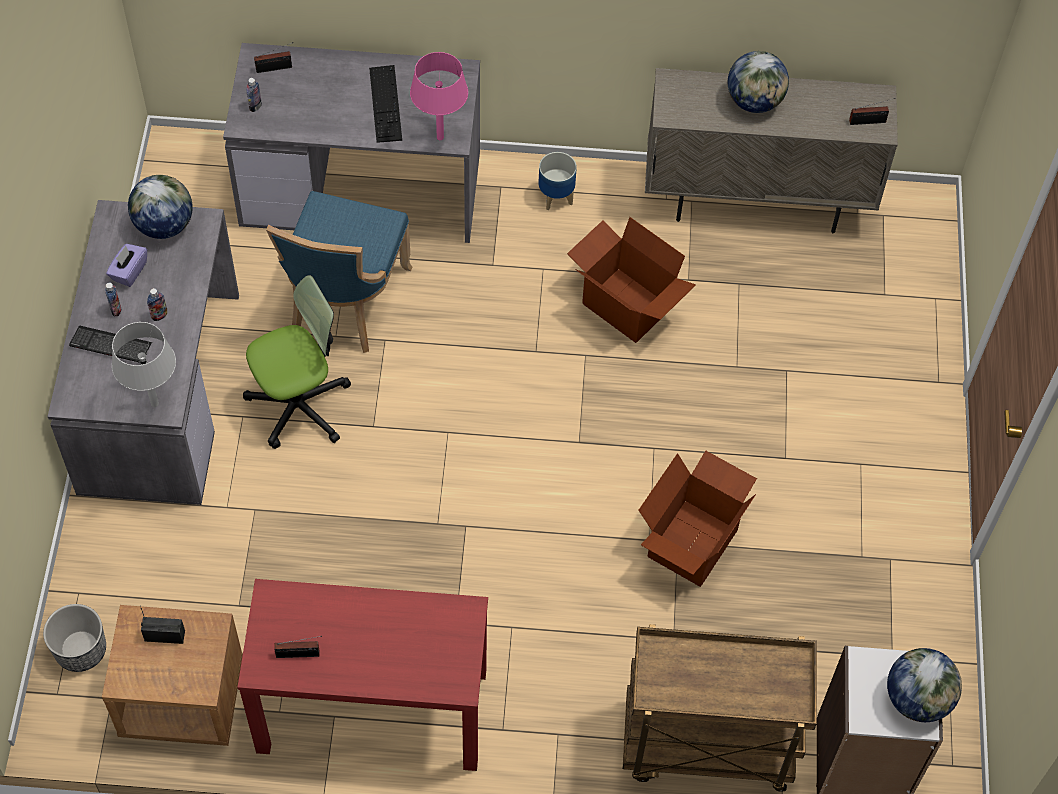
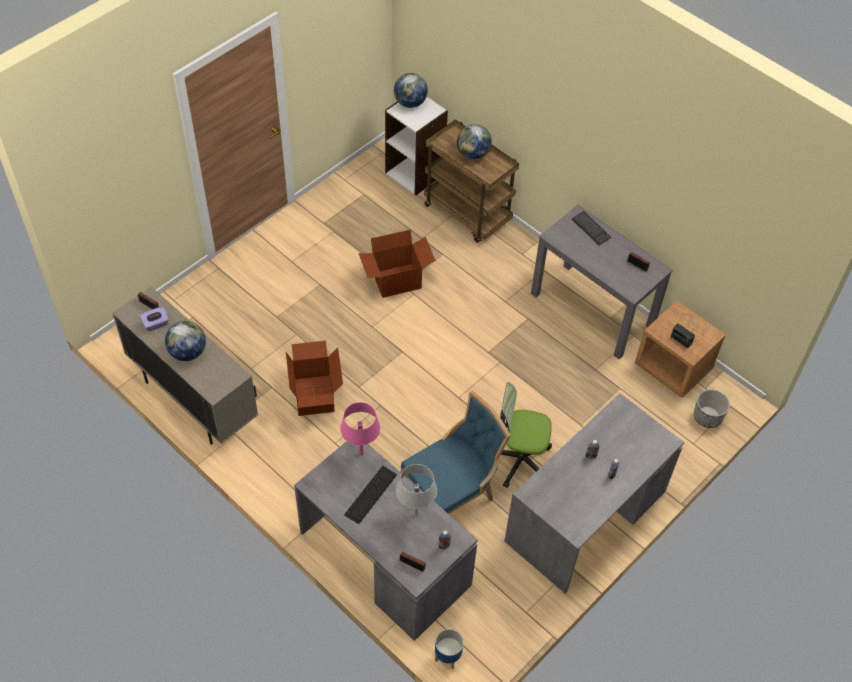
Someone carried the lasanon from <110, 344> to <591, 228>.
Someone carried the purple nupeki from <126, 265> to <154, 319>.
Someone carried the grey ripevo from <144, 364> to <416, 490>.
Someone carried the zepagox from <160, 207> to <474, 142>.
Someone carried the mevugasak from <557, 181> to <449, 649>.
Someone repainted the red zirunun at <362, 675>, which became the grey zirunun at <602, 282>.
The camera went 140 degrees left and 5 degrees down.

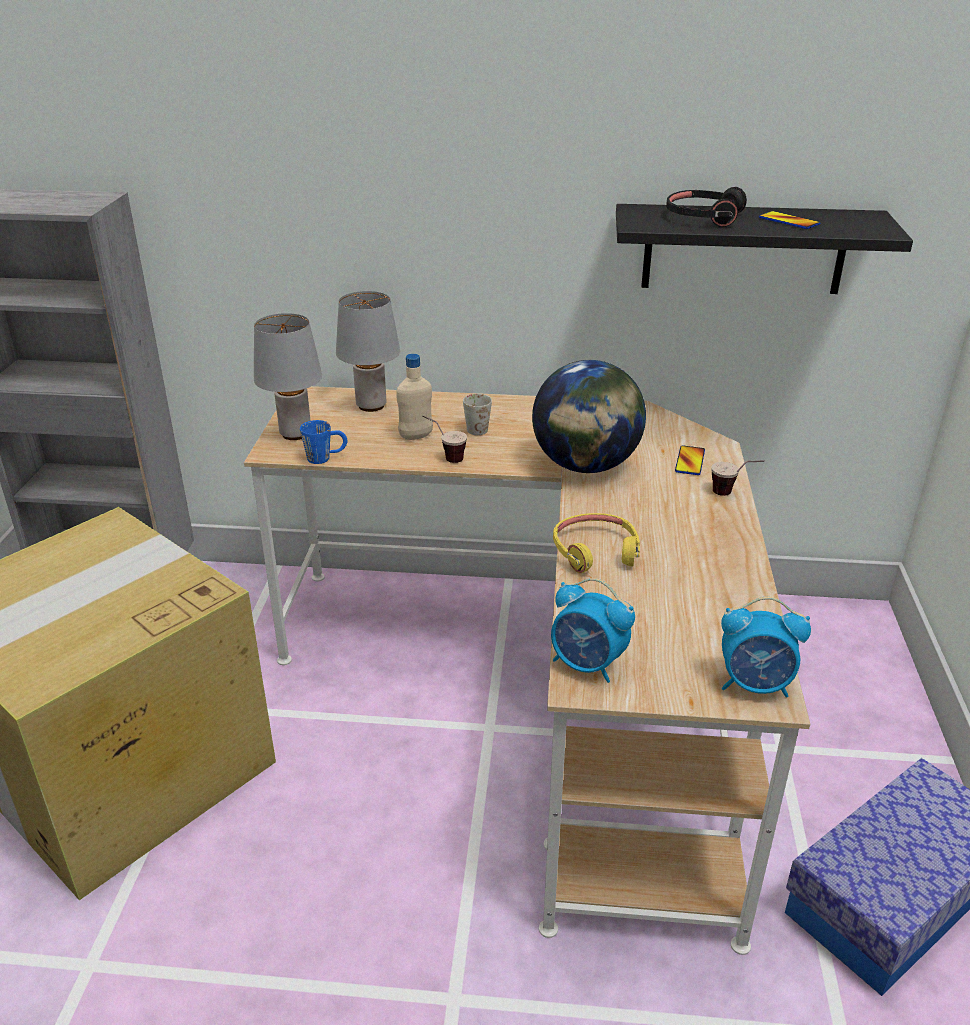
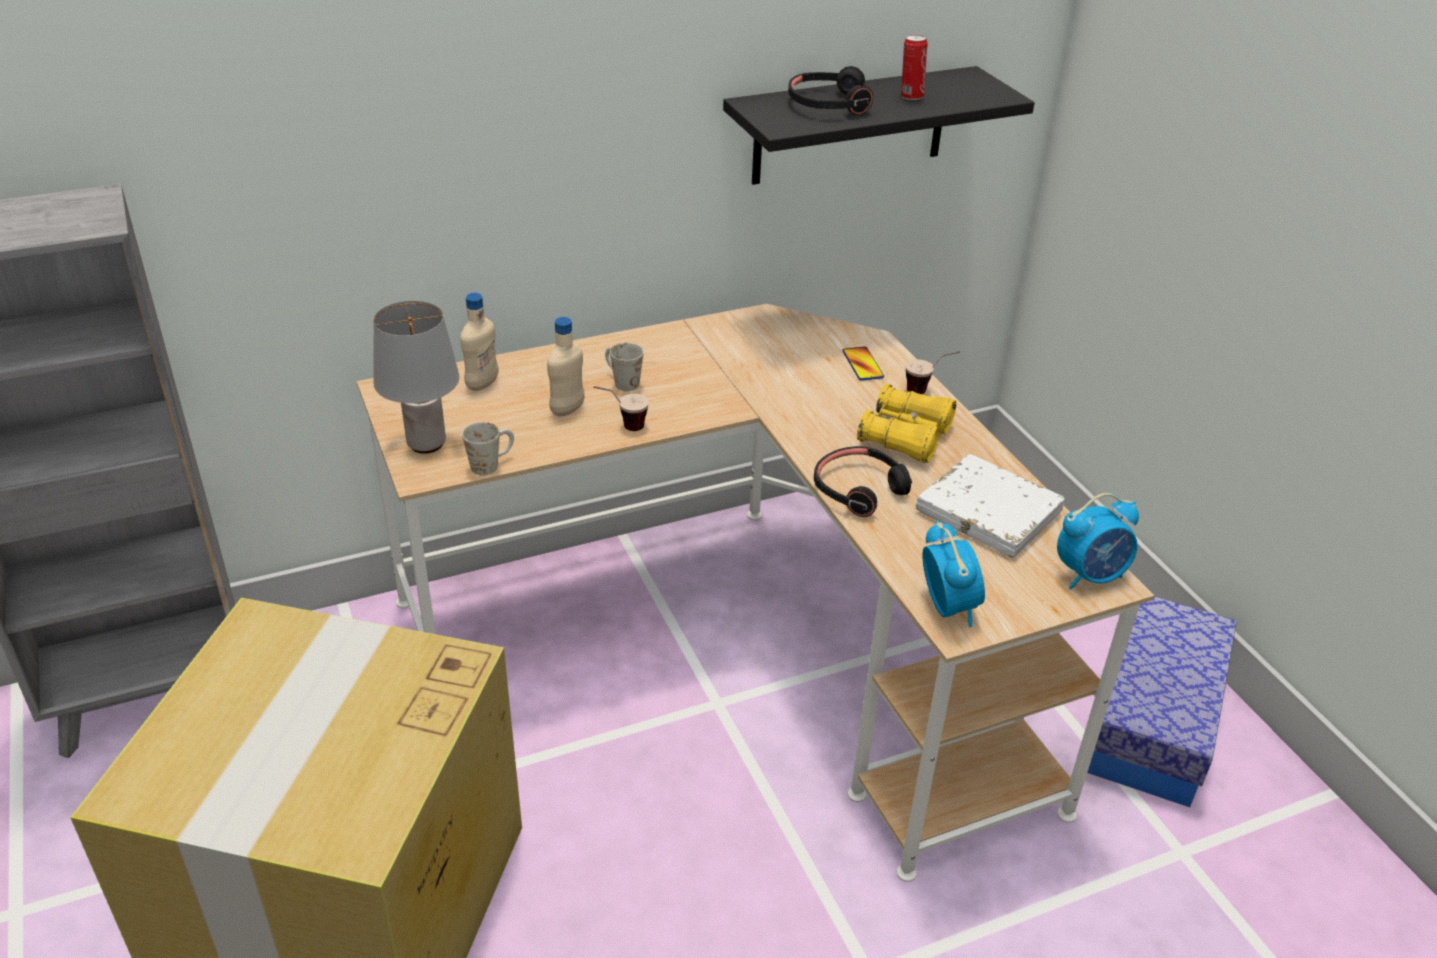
Someone took away the zepagox at <589, 416>.
Someone put down the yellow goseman at <906, 423>.
Someone put down the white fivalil at <990, 506>.
Someone swapped the grey ripevo at <368, 351> for the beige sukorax at <479, 342>.
Someone swapped the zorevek at <789, 220> for the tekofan at <914, 67>.
Someone repainted the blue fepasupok at <324, 442>, which became the white fepasupok at <488, 448>.
Someone repainted the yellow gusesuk at <596, 543>, which became the black gusesuk at <863, 481>.
Someone rotated the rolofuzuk at <593, 630> by 105 degrees counterclockwise.
The camera went 30 degrees left and 5 degrees up.

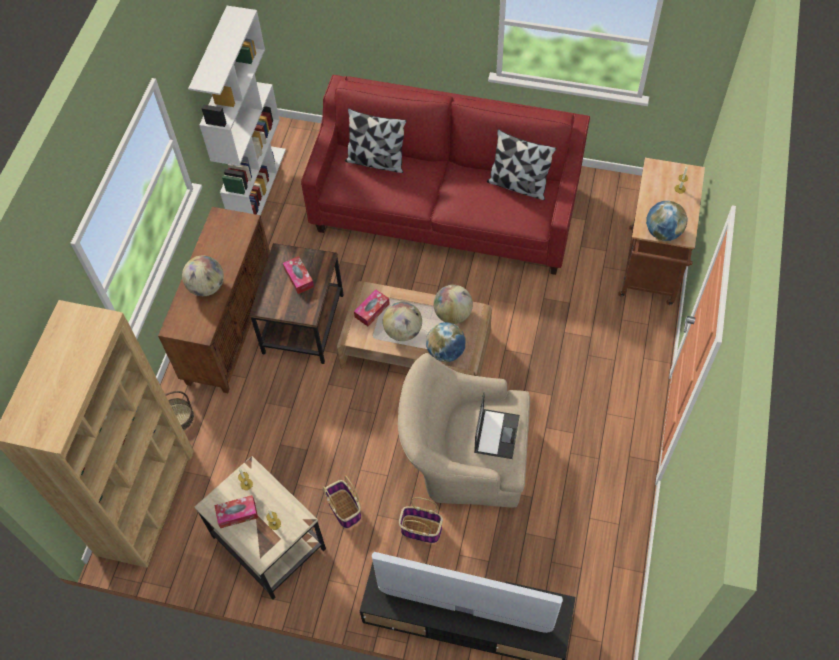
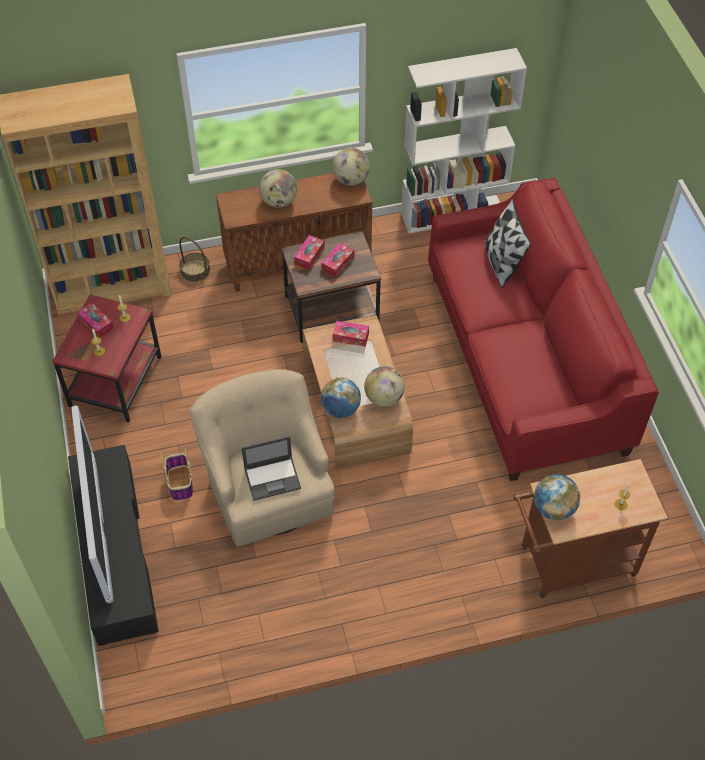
Someone took away the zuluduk at <342, 502>.
Someone took away the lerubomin at <521, 164>.
Someone put down the nupeki at <309, 252>.
Someone carried the zepagox from <402, 321> to <351, 167>.
Someone repainted the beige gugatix at <260, 527>, which became the red gugatix at <107, 358>.
The camera went 60 degrees right and 5 degrees down.

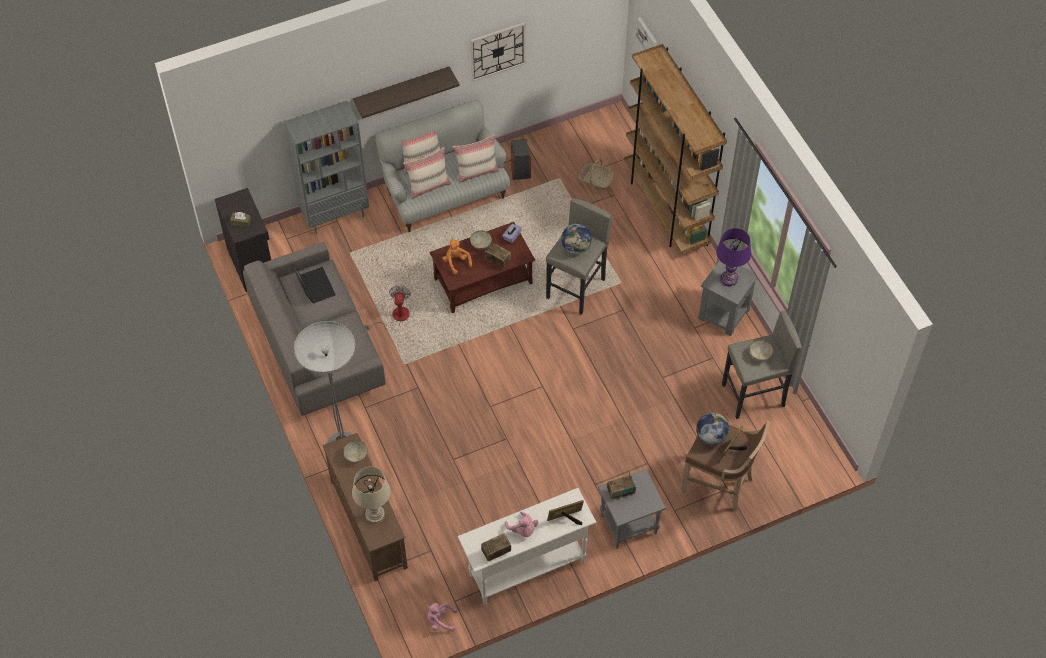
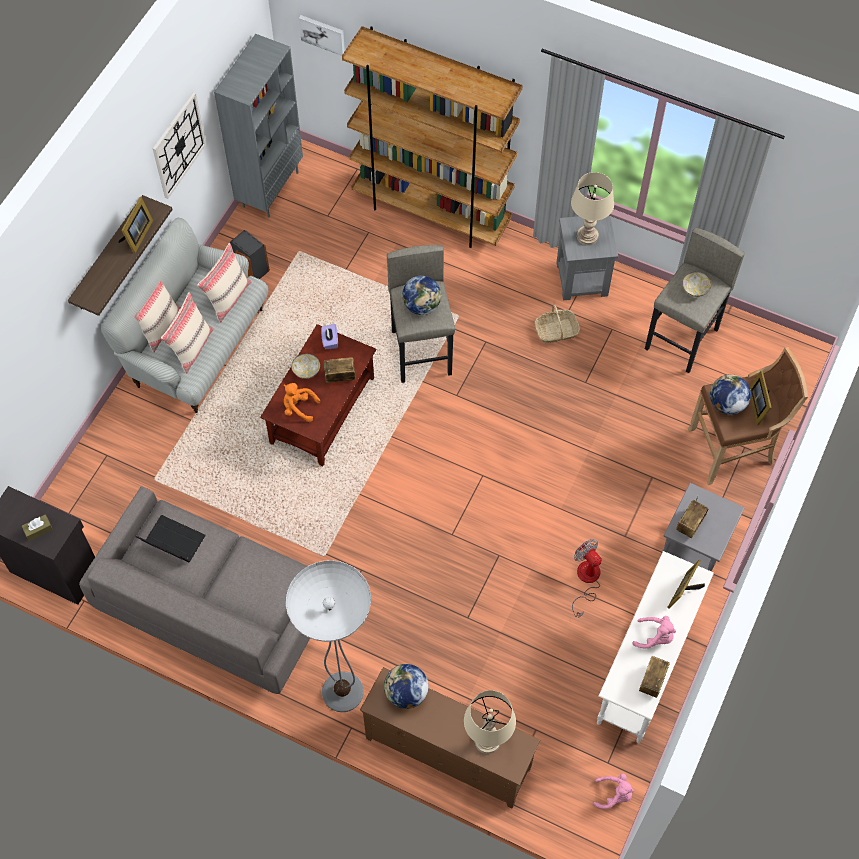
Someone put down the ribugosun at <135, 225>.
Someone carried the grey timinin from <326, 167> to <258, 126>.
Someone carried the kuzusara from <387, 307> to <587, 578>.
Someone carried the zuluduk from <596, 174> to <557, 324>.
Someone swapped the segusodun at <355, 451> for the zepagox at <406, 686>.
Someone repainted the purple ripevo at <733, 257>, which became the beige ripevo at <592, 209>.
Someone rotated the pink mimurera at <442, 617> by 135 degrees counterclockwise.
The camera went 40 degrees left and 5 degrees up.

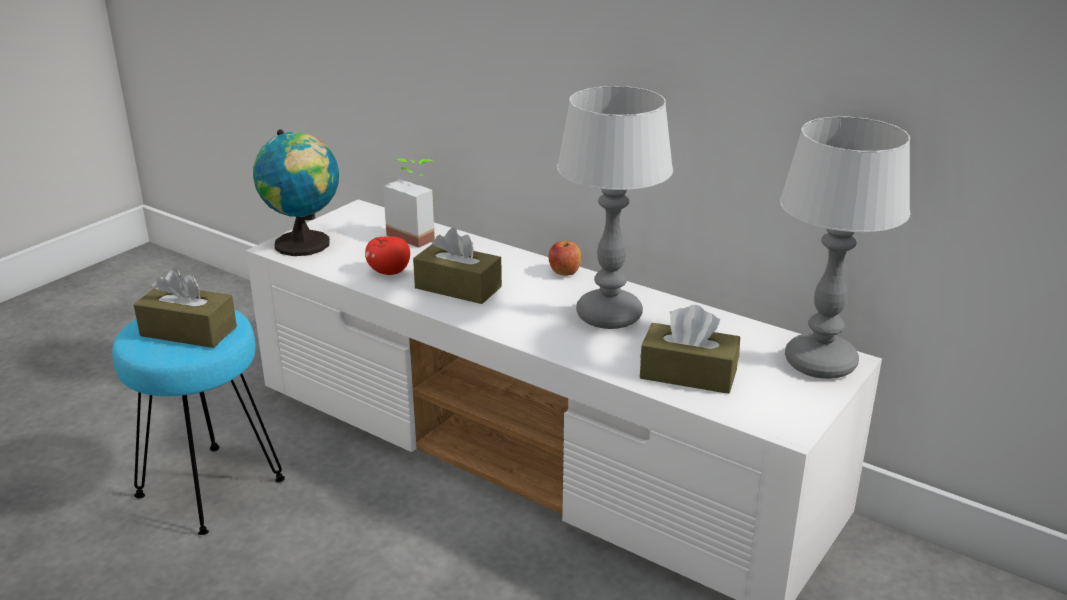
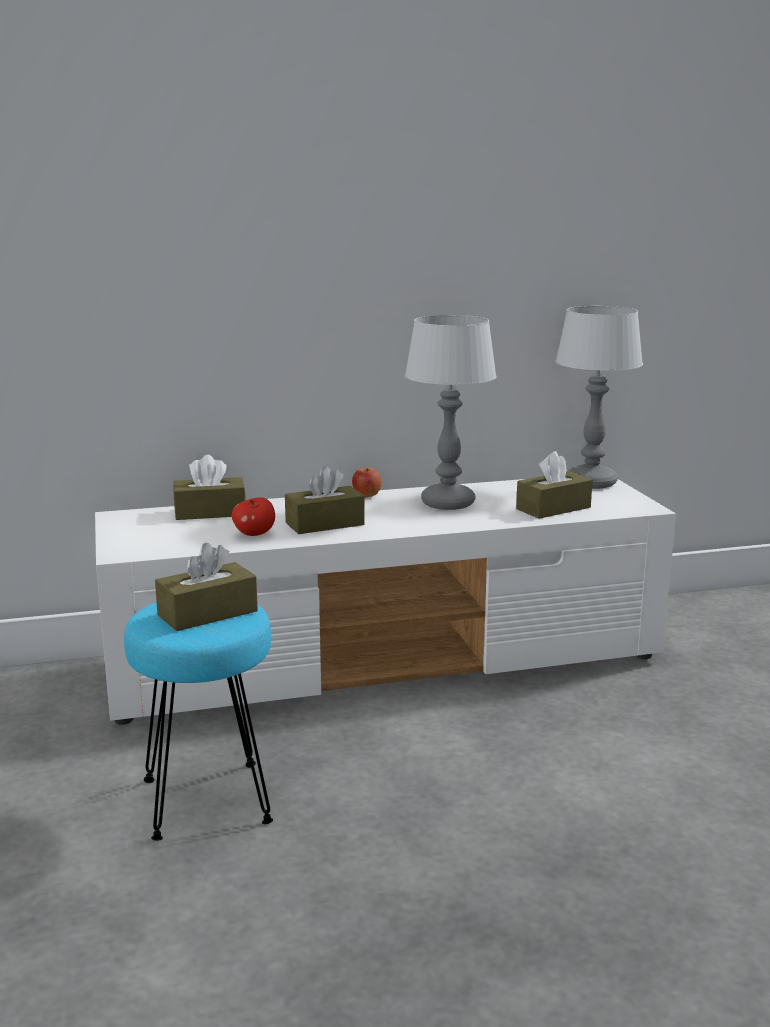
Someone took away the zepagox at <296, 193>.
Someone swapped the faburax at <409, 203> for the brown nupeki at <209, 487>.
The camera went 50 degrees left and 10 degrees down.

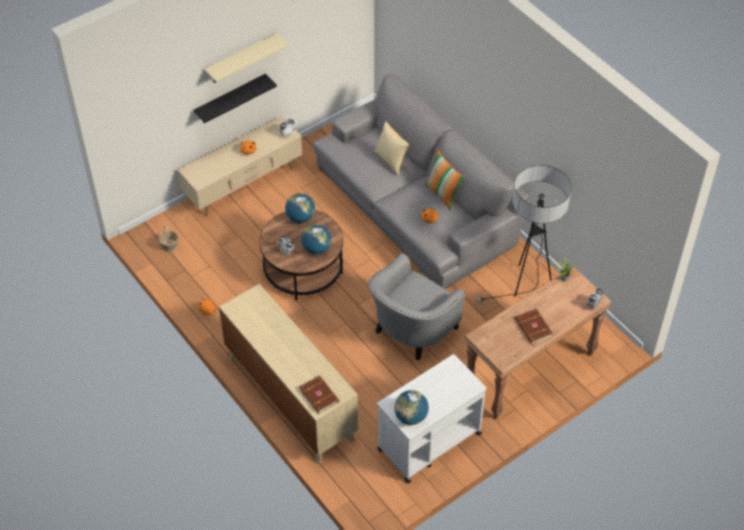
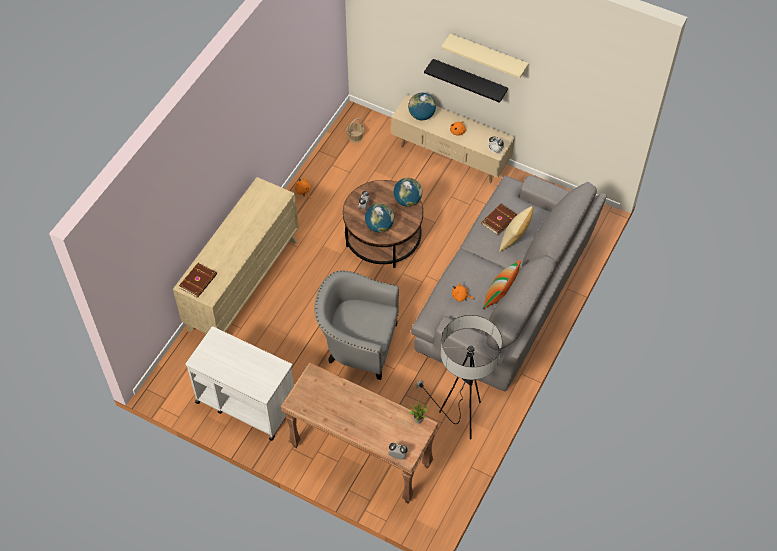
Someone carried the zepagox from <411, 407> to <422, 106>.
Someone carried the brown fivalil from <534, 326> to <499, 219>.
The camera went 65 degrees right and 5 degrees up.

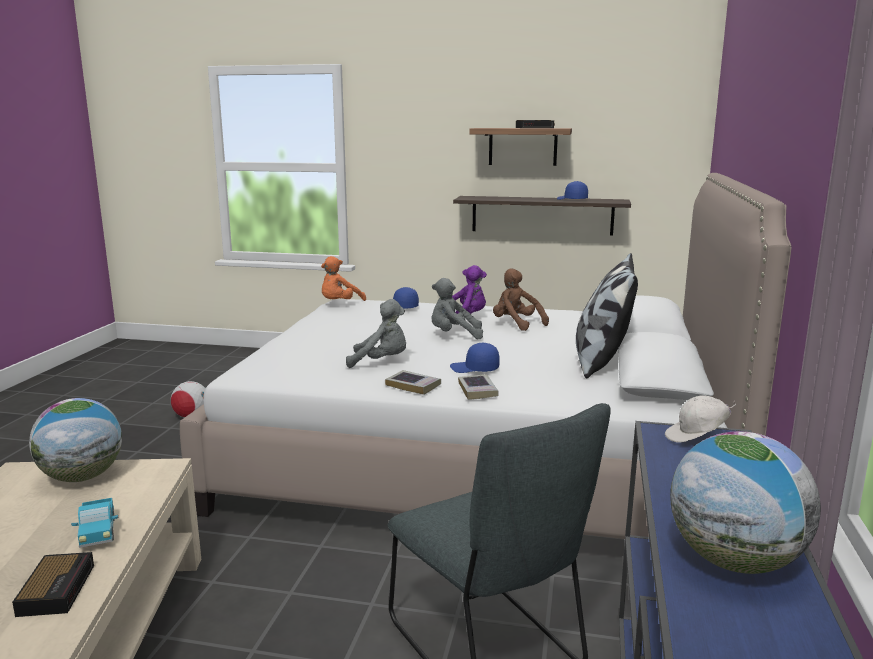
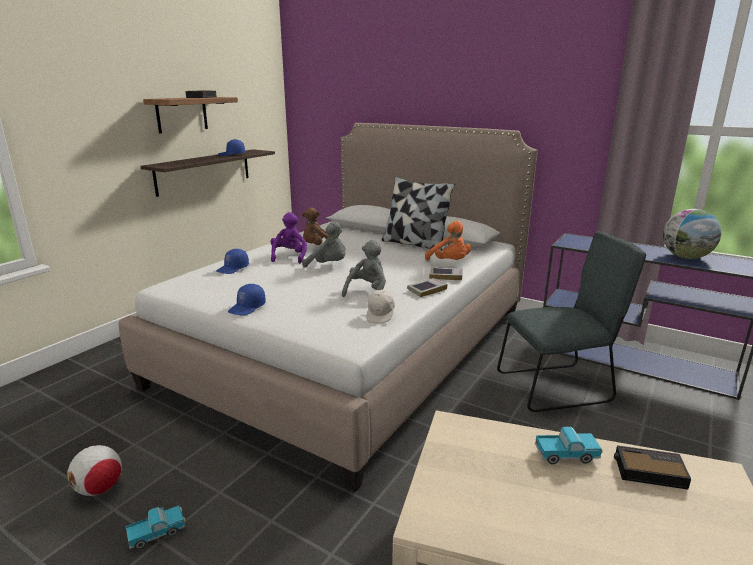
Someone took away the zepagox at <75, 440>.
Someone put down the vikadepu at <156, 528>.
Someone carried the orange mimurera from <343, 278> to <448, 241>.
Someone carried the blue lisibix from <475, 358> to <247, 300>.
Someone carried the white lisibix from <700, 419> to <380, 305>.
Someone rotated the grey mimurera at <457, 308> by 90 degrees counterclockwise.
The camera went 70 degrees left and 5 degrees up.

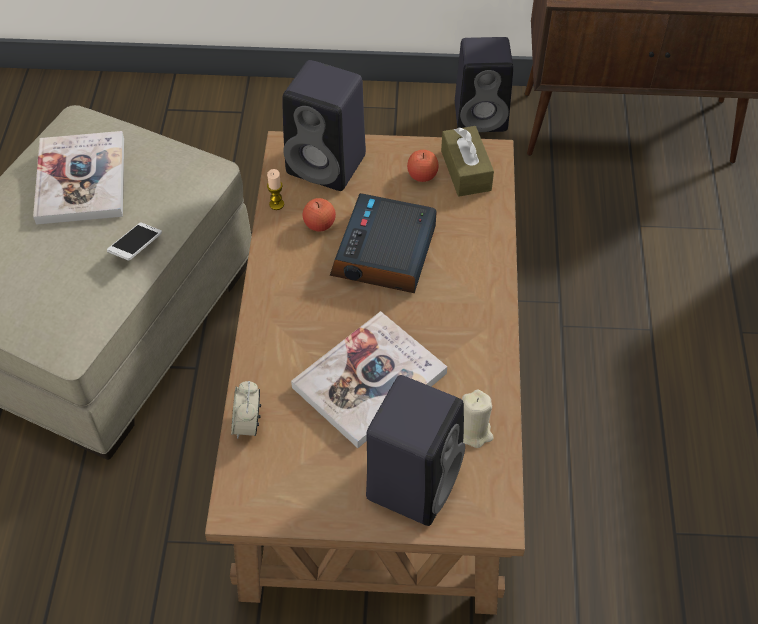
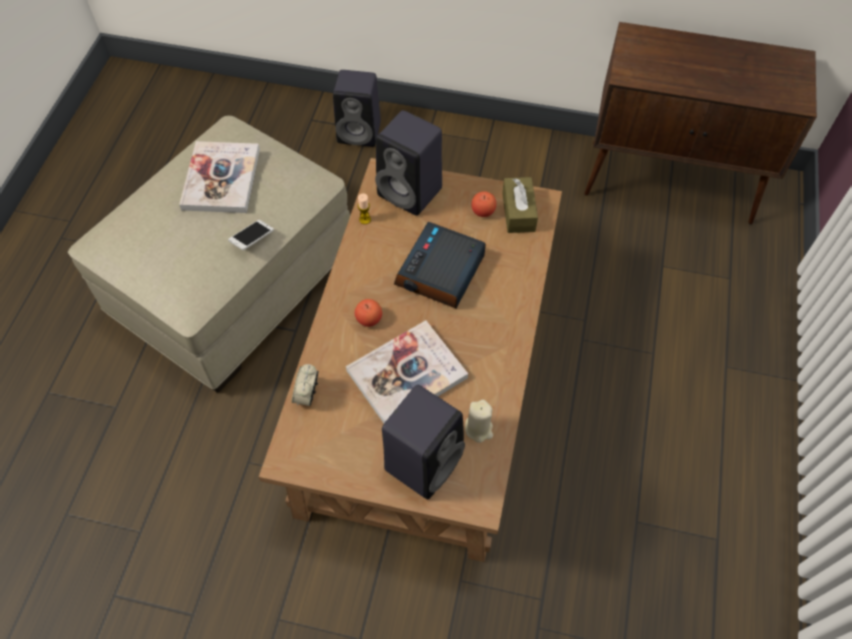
Someone carried the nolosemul from <319, 215> to <368, 313>.
Someone carried the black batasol from <484, 84> to <357, 108>.
The camera went 10 degrees right and 5 degrees up.

